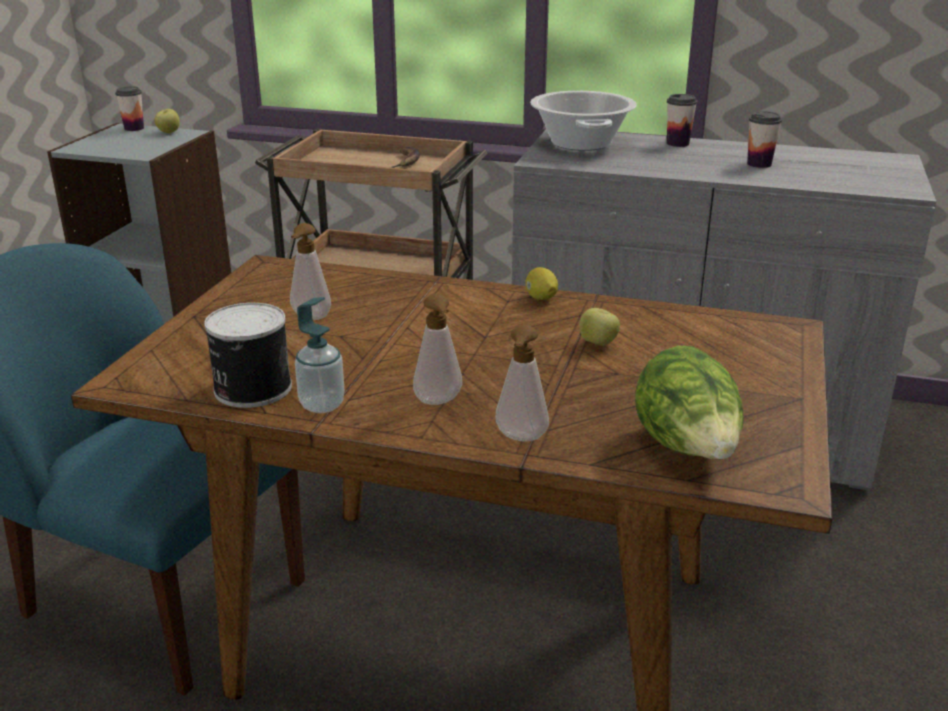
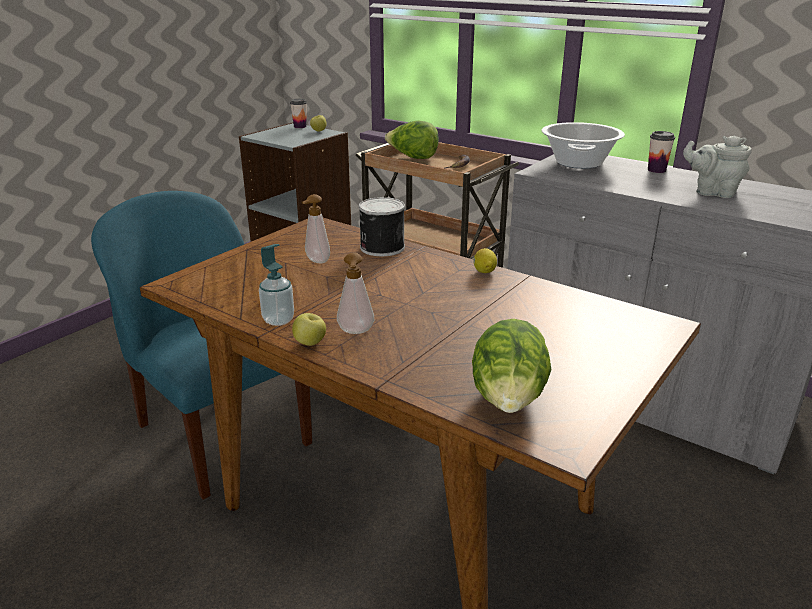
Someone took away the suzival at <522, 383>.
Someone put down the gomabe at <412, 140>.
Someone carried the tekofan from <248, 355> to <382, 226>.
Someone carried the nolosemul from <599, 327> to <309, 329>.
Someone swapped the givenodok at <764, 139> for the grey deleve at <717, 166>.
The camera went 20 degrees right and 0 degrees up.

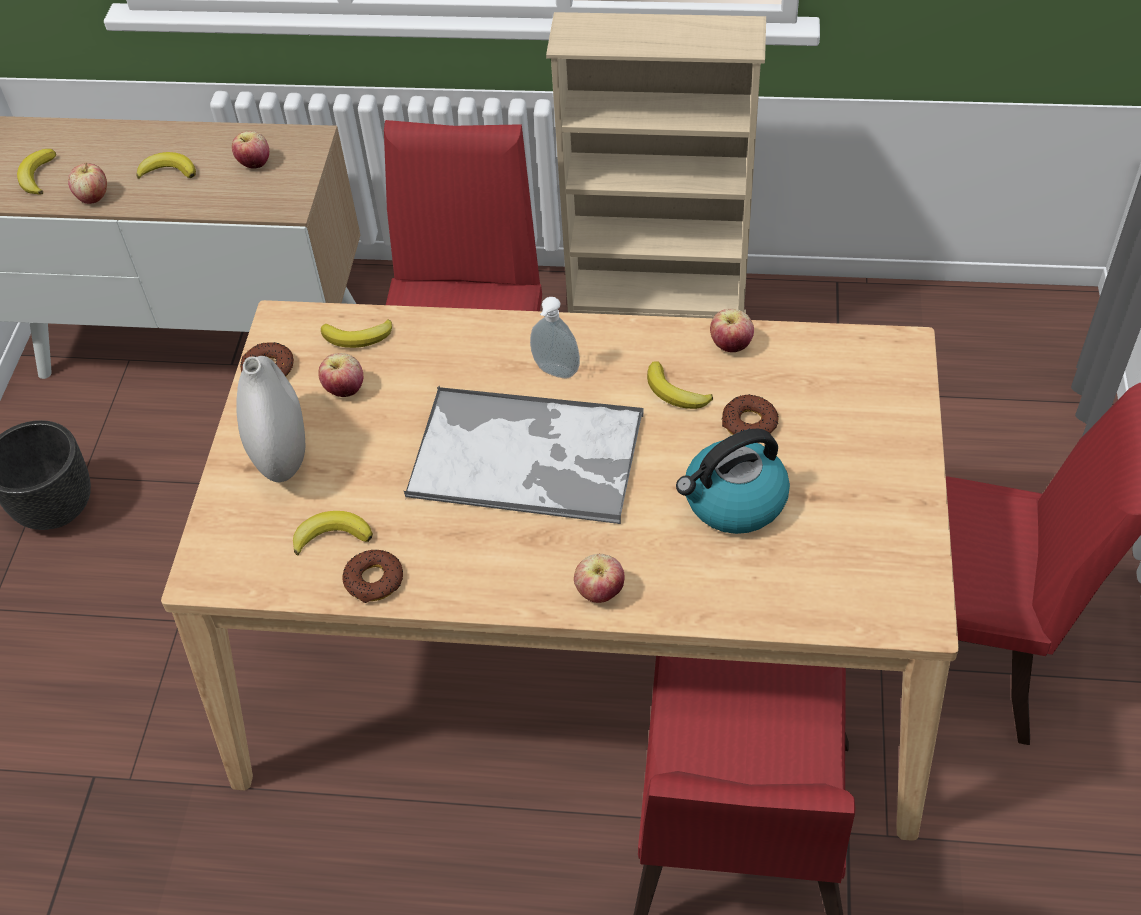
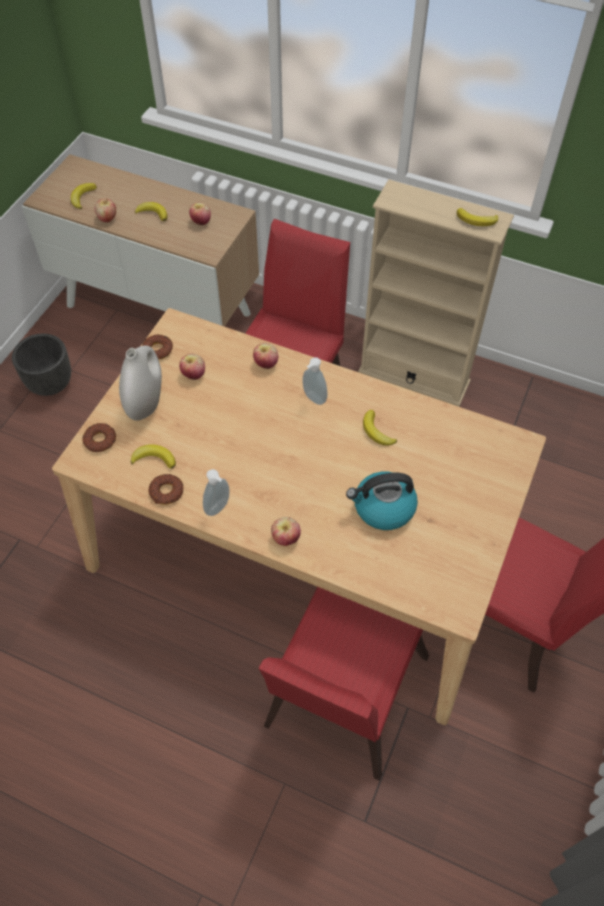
Someone took away the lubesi at <523, 455>.
Someone put down the suzival at <216, 492>.
Someone carried the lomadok from <356, 333> to <477, 217>.
Someone carried the nolosemul from <732, 330> to <265, 356>.
Someone carried the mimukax from <750, 414> to <99, 437>.
The camera went 15 degrees right and 5 degrees up.

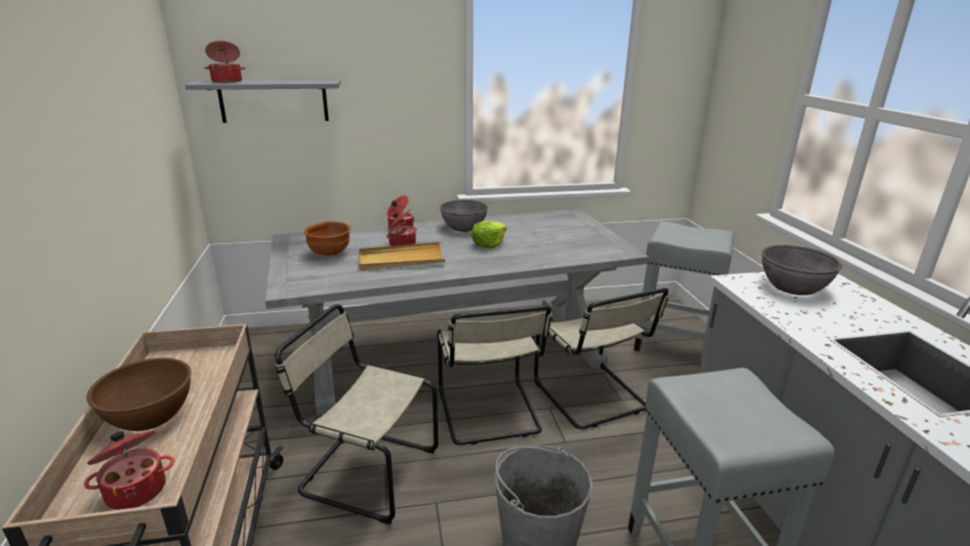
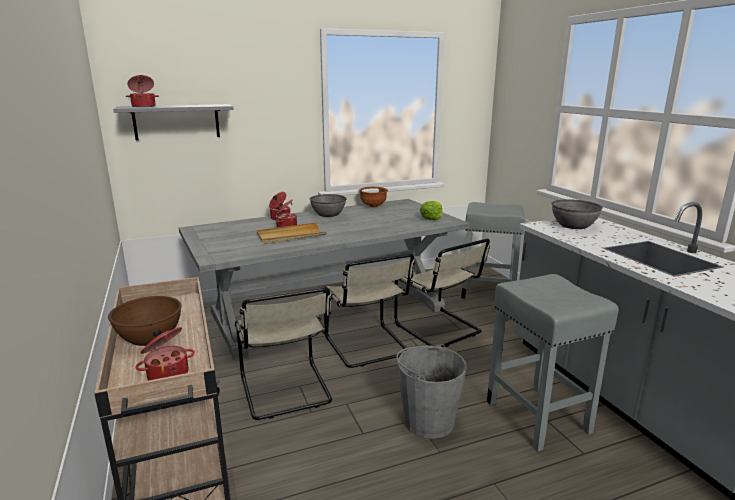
Someone carried the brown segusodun from <327, 238> to <373, 197>.
Someone carried the gomabe from <489, 235> to <431, 210>.
Someone rotated the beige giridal at <356, 414> by 120 degrees counterclockwise.
The camera went 10 degrees left and 5 degrees down.

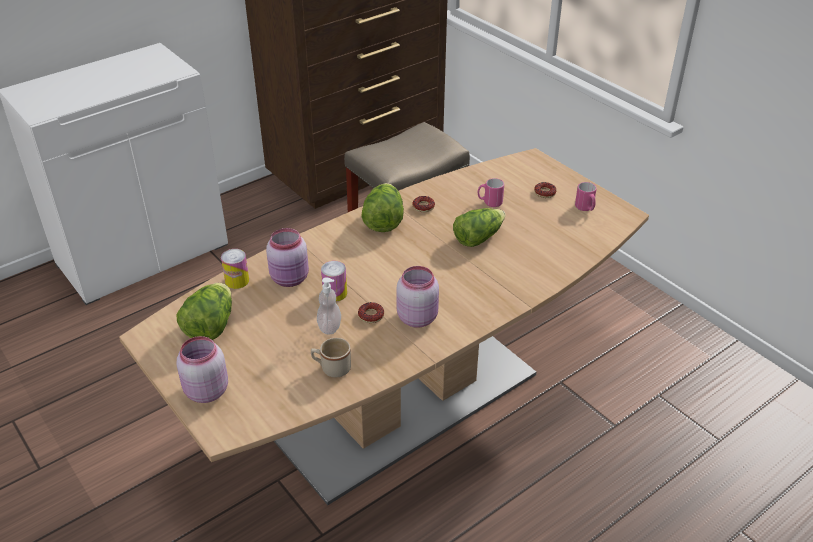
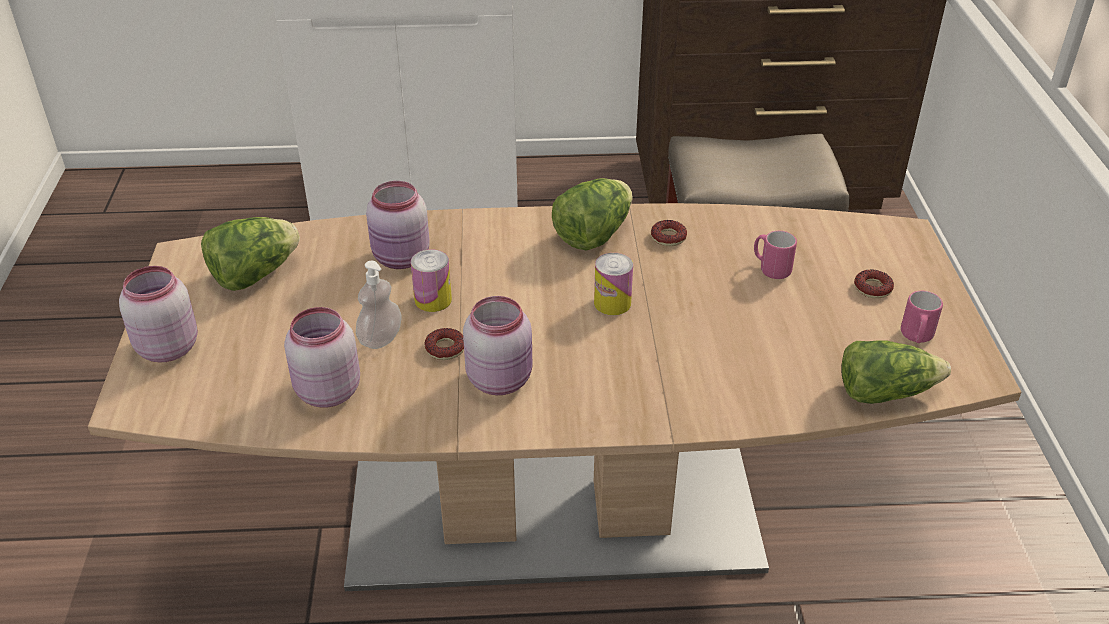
Someone carried the tekofan from <235, 269> to <613, 284>.
Someone carried the gomabe from <479, 227> to <896, 372>.
Someone swapped the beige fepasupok at <331, 357> for the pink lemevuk at <322, 357>.
The camera went 35 degrees right and 0 degrees up.

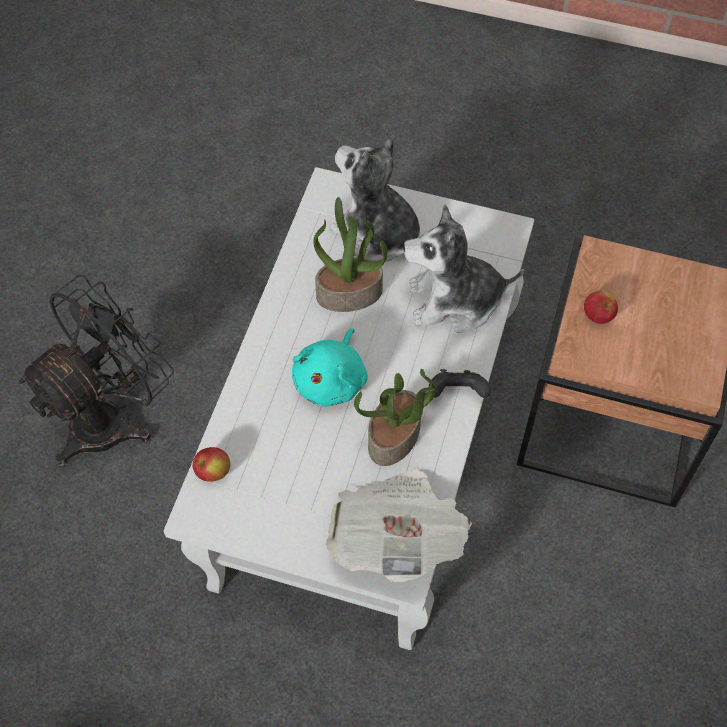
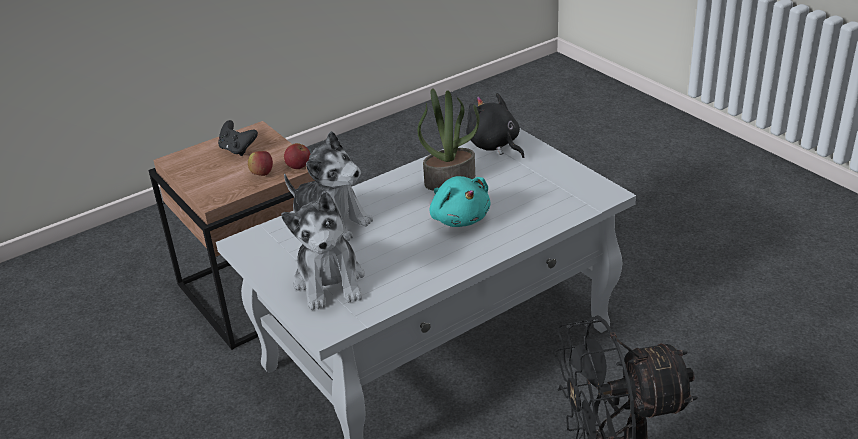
Someone took away the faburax at <350, 254>.
Someone carried the nolosemul from <212, 464> to <297, 156>.
Someone carried the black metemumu from <460, 383> to <238, 138>.
Someone swapped the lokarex at <398, 526> for the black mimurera at <495, 125>.
Someone rotated the turquoise mimurera at <330, 367> by 90 degrees clockwise.
The camera went 140 degrees left and 25 degrees down.

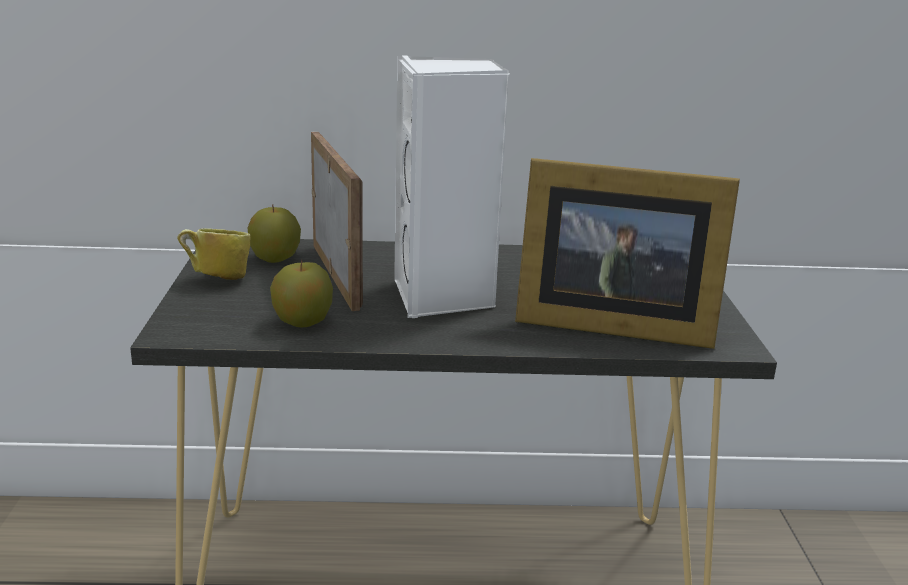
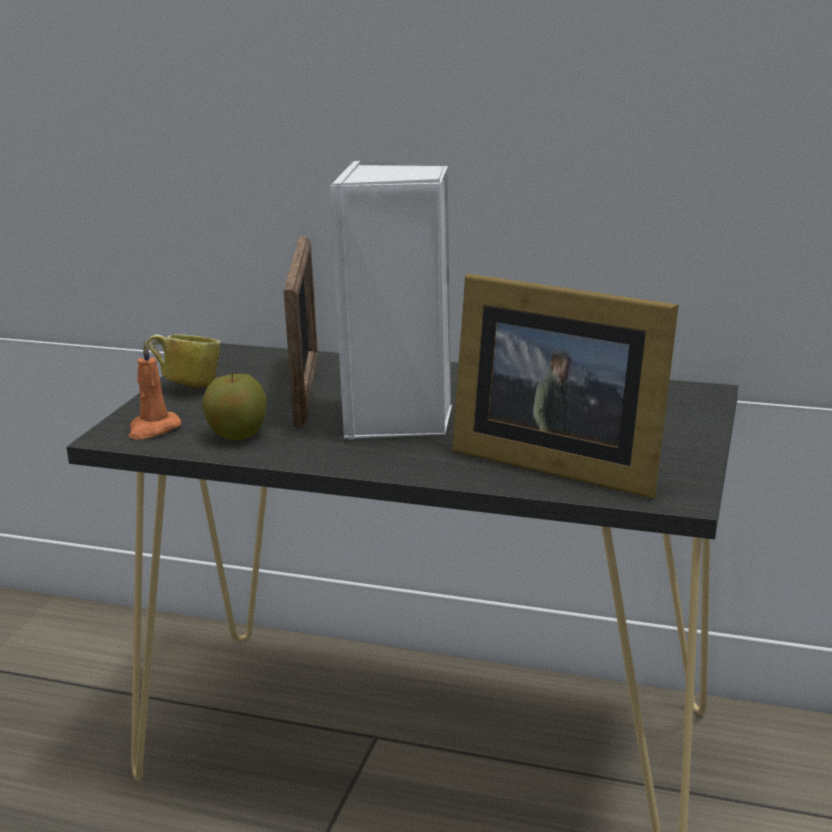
Someone took away the nolosemul at <274, 233>.
Someone put down the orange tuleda at <154, 390>.
The camera went 20 degrees right and 0 degrees up.

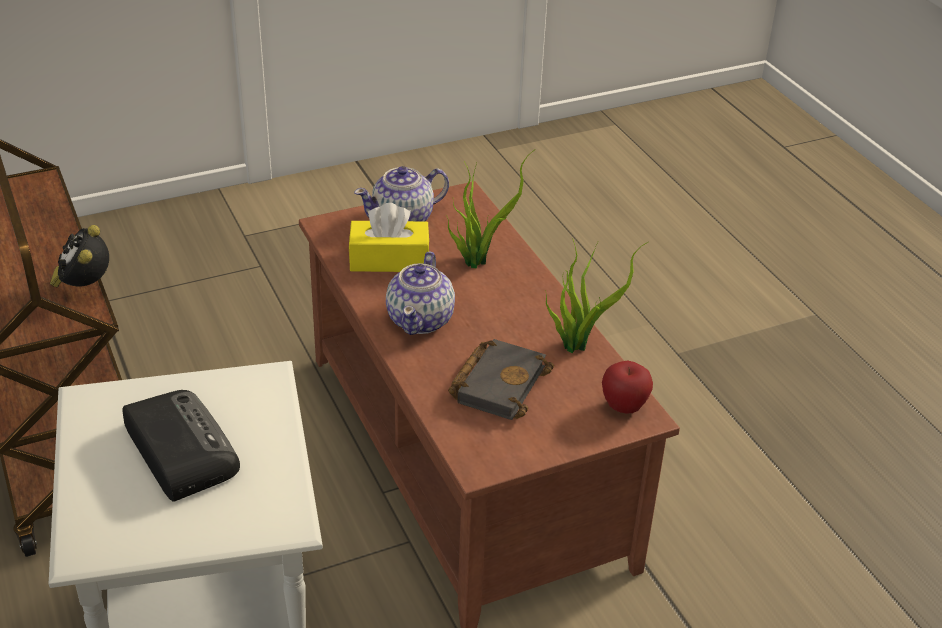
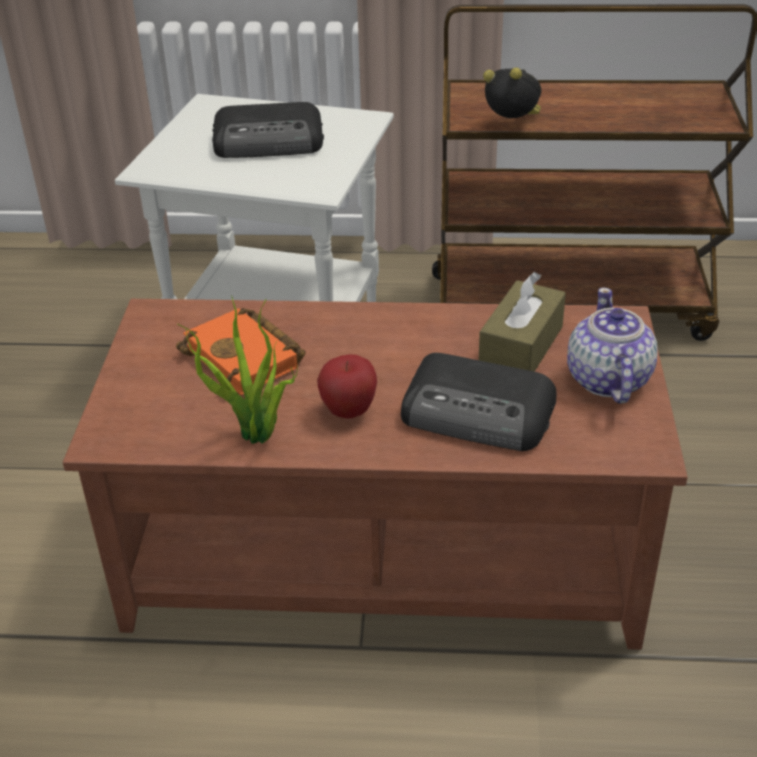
Someone took away the deleve at <420, 293>.
Someone carried the nolosemul from <627, 387> to <347, 386>.
Someone swapped the faburax at <490, 209> for the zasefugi at <478, 402>.
Someone repainted the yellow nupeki at <388, 237>, which became the brown nupeki at <522, 322>.
Someone repainted the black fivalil at <501, 379>, which became the orange fivalil at <241, 351>.
The camera went 120 degrees right and 0 degrees up.

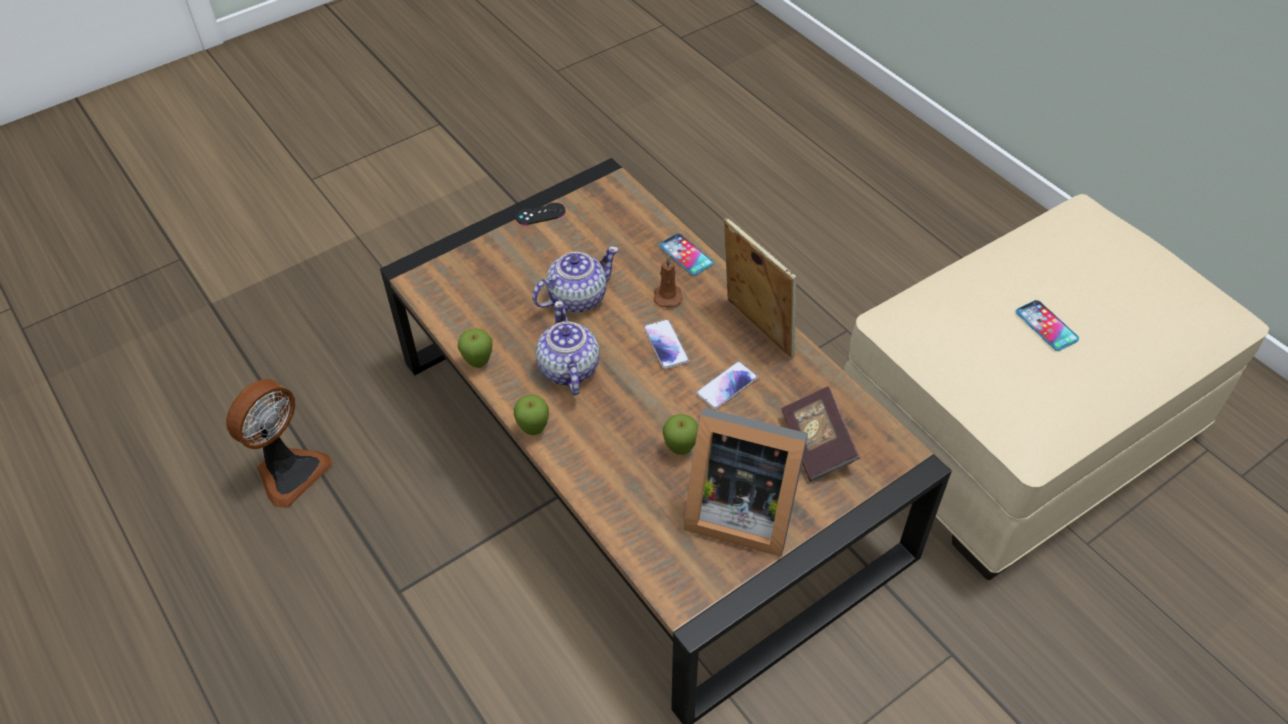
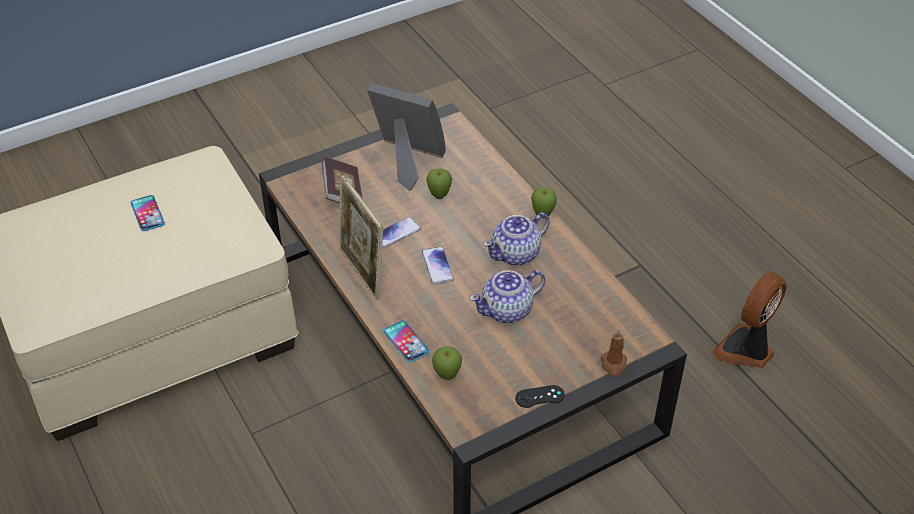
Someone carried the nolosemul from <475, 348> to <447, 363>.
Someone carried the brown tuleda from <668, 281> to <614, 353>.
Someone rotated the deleve at <567, 348> by 60 degrees clockwise.
The camera went 175 degrees left and 5 degrees down.

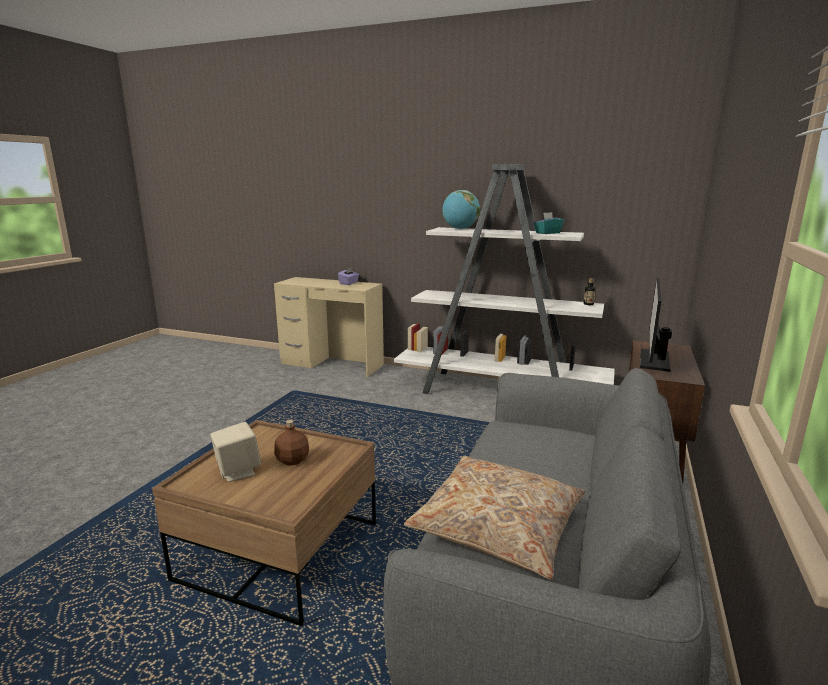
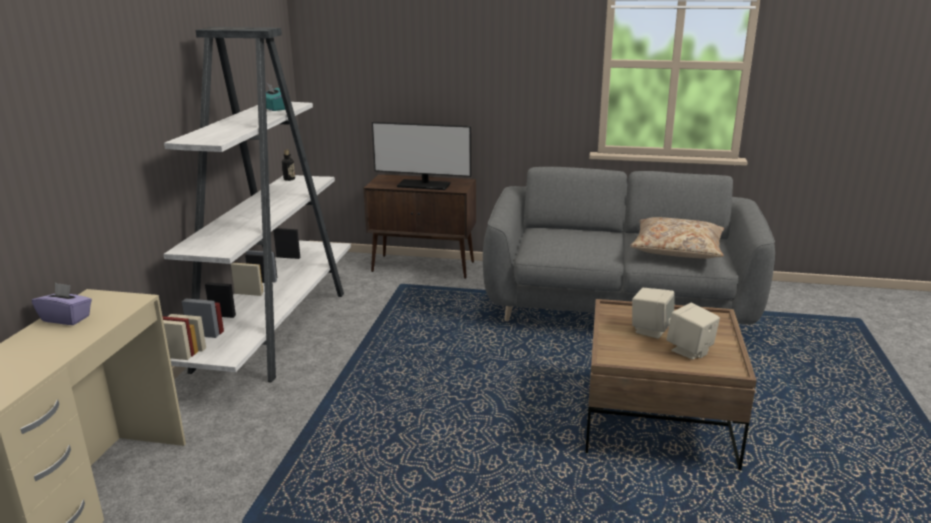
Someone took away the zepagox at <461, 209>.
Someone swapped the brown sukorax at <291, 443> for the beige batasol at <653, 313>.
The camera went 100 degrees left and 5 degrees up.

